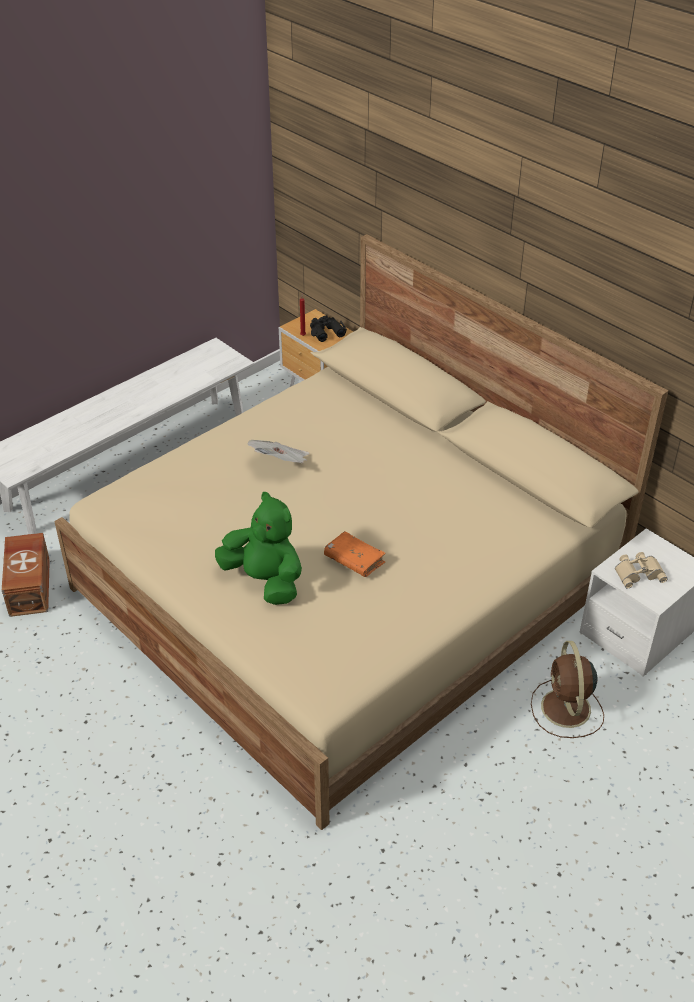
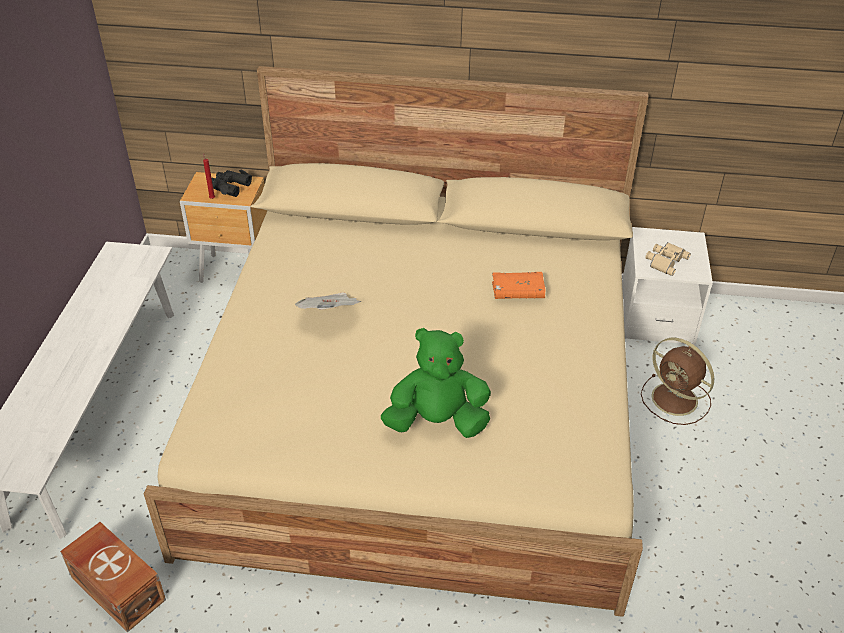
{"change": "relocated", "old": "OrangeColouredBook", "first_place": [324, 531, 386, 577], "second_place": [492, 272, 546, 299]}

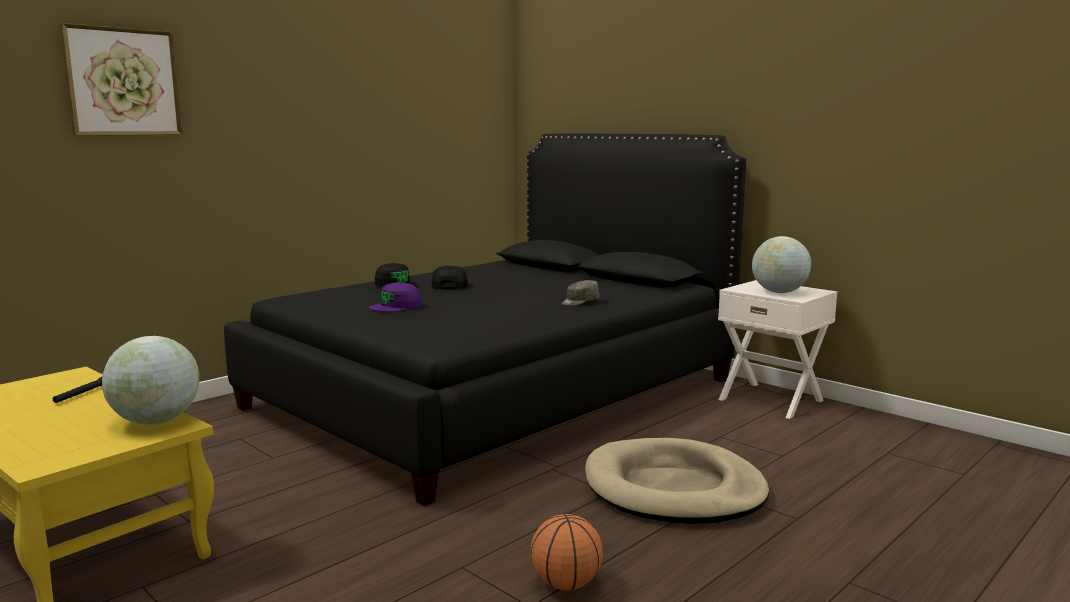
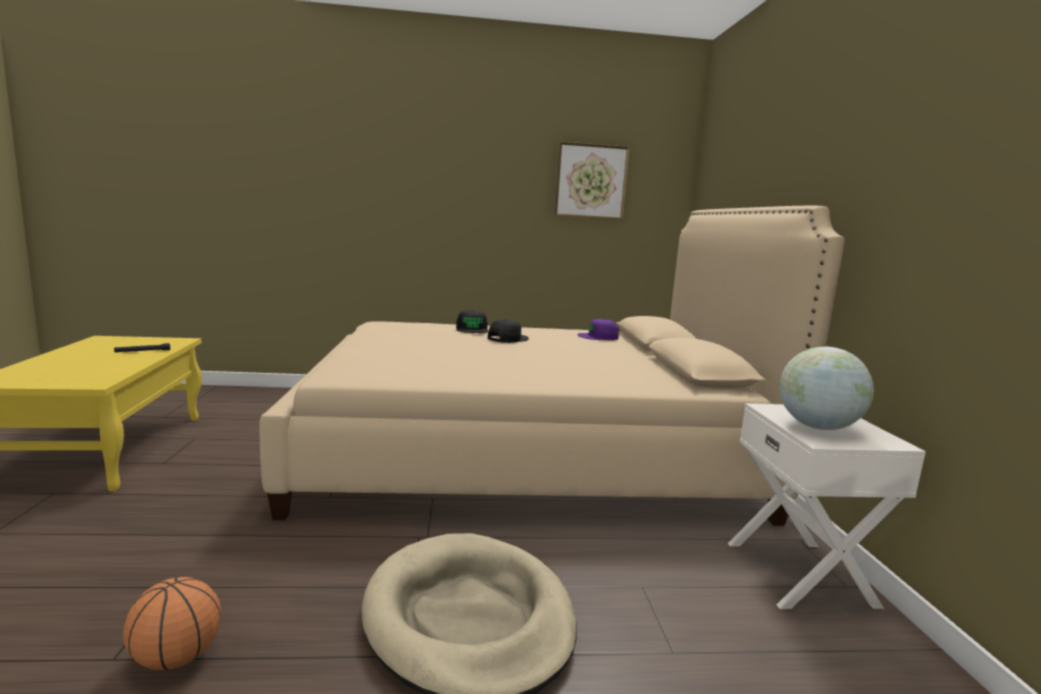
{"change": "relocated", "old": "WallPicture", "first_place": [60, 23, 182, 136], "second_place": [554, 142, 630, 220]}
{"change": "missing", "old": "DeskGlobe", "first_place": [102, 336, 199, 425]}
{"change": "colour", "old": "BlackishBedroomBed", "new": "SandColouredBedroomBed", "first_place": [224, 133, 746, 506], "second_place": [259, 206, 845, 526]}
{"change": "relocated", "old": "PurplishBaseballCap", "first_place": [369, 283, 421, 312], "second_place": [577, 319, 619, 340]}
{"change": "missing", "old": "GreyBaseballCap", "first_place": [561, 280, 599, 306]}

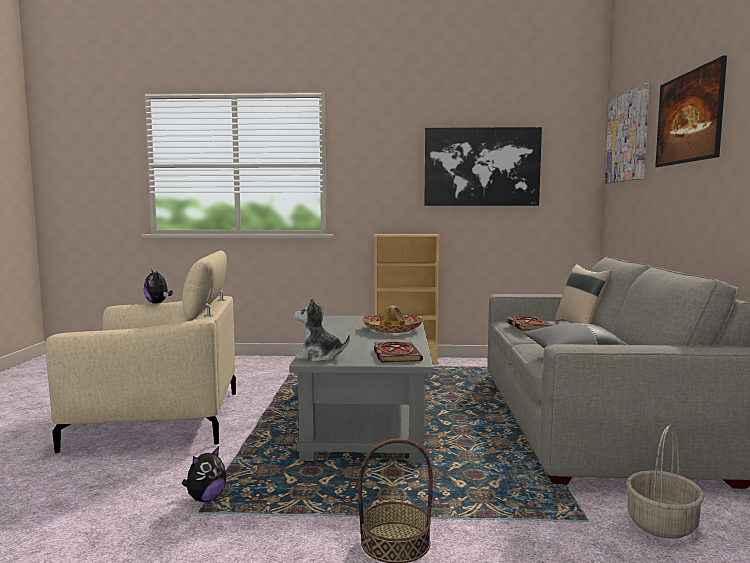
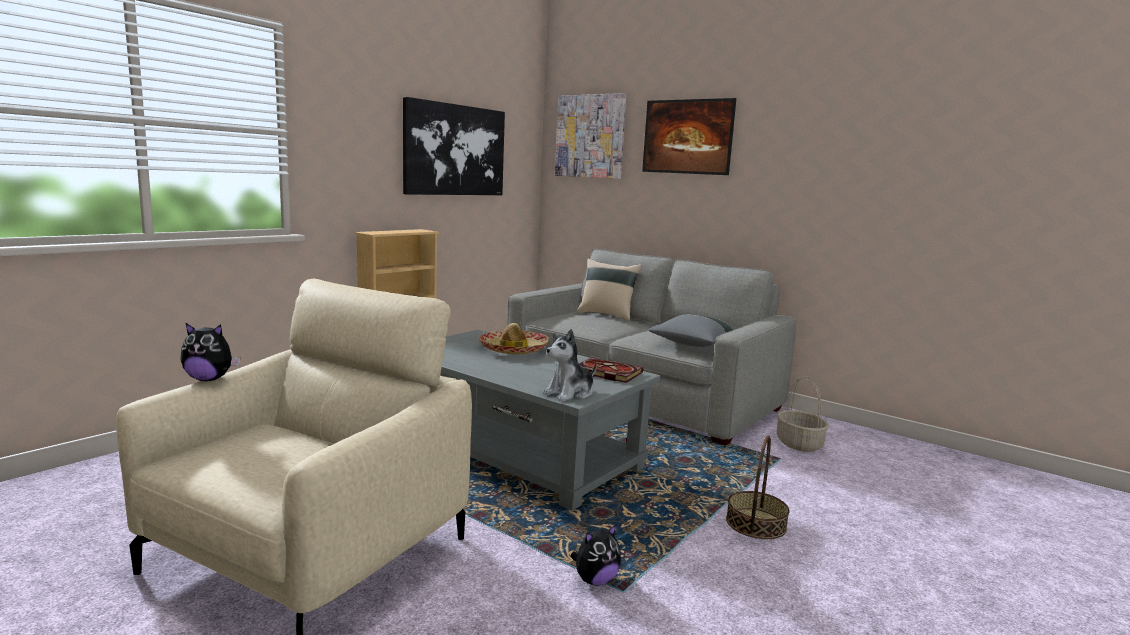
{"change": "spun", "old": "PlushToy", "first_place": [182, 446, 226, 502], "second_place": [570, 524, 621, 585], "degrees": 75}
{"change": "missing", "old": "Book", "first_place": [506, 316, 553, 331]}

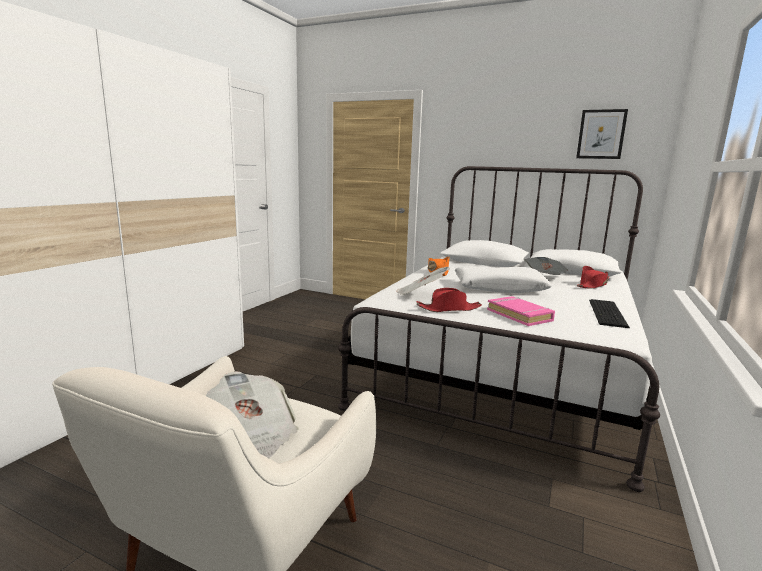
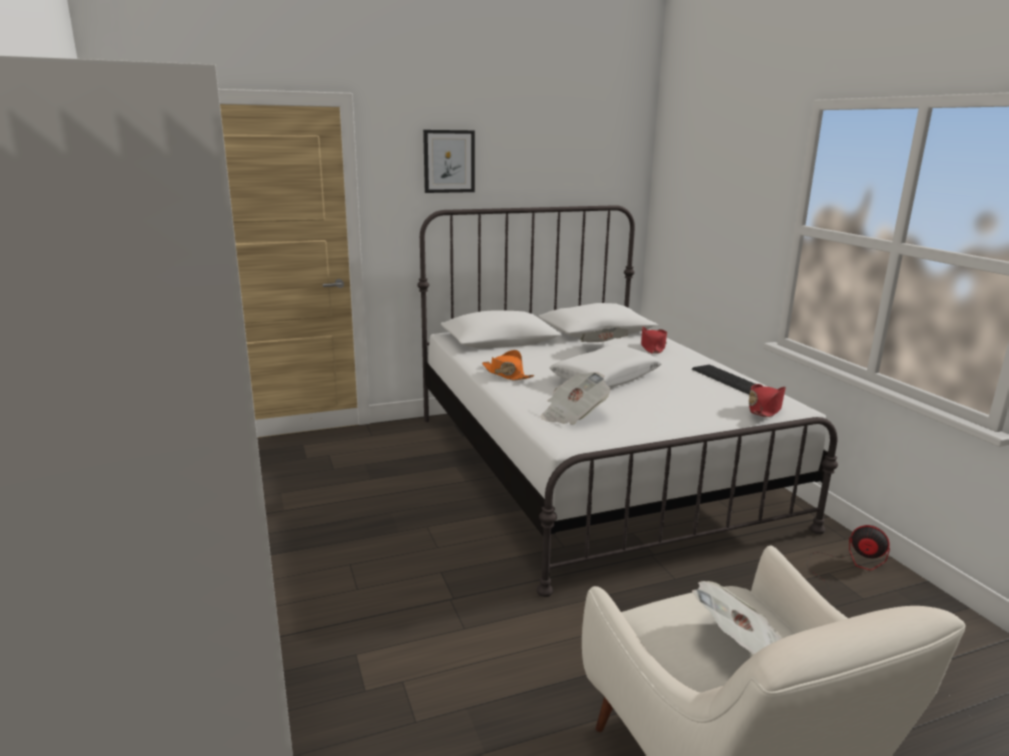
{"change": "relocated", "old": "RedHat", "first_place": [416, 288, 482, 312], "second_place": [749, 384, 786, 417]}
{"change": "missing", "old": "PinkishBook", "first_place": [487, 296, 555, 326]}
{"change": "relocated", "old": "WallPicture", "first_place": [576, 109, 628, 159], "second_place": [423, 130, 475, 193]}
{"change": "appeared", "new": "CoolingFan", "second_place": [806, 525, 890, 596]}

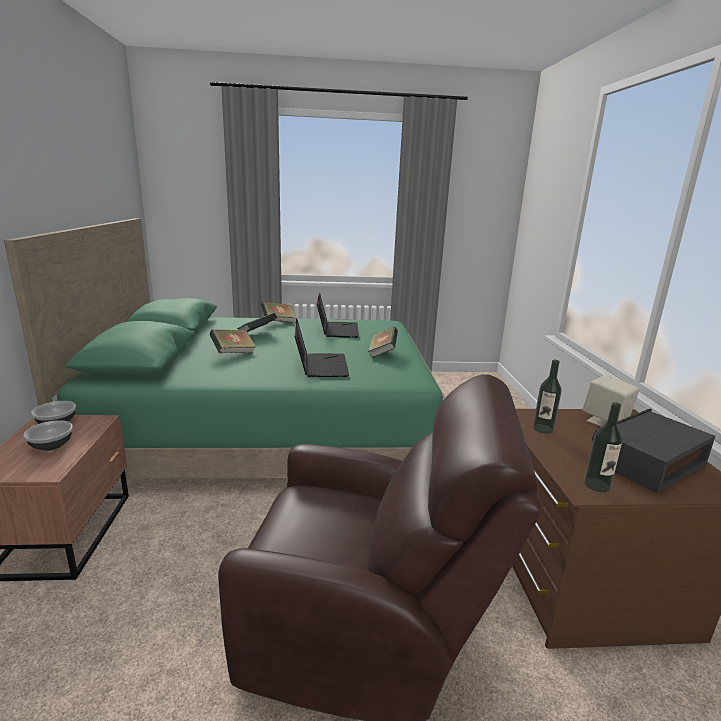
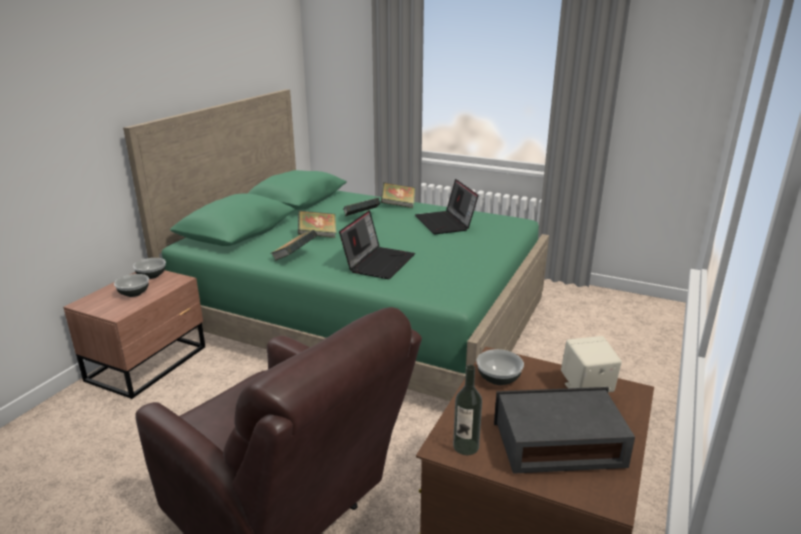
{"change": "spun", "old": "NotebookComputer", "first_place": [317, 293, 359, 338], "second_place": [415, 179, 479, 234], "degrees": 135}
{"change": "relocated", "old": "Book", "first_place": [368, 327, 398, 358], "second_place": [270, 230, 317, 261]}
{"change": "exchanged", "old": "DrinkBottle", "new": "DeepDish", "first_place": [533, 360, 562, 434], "second_place": [476, 349, 524, 385]}

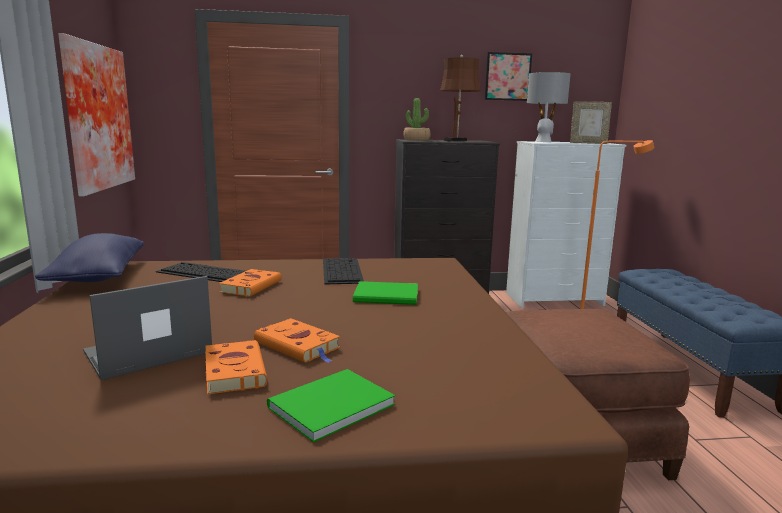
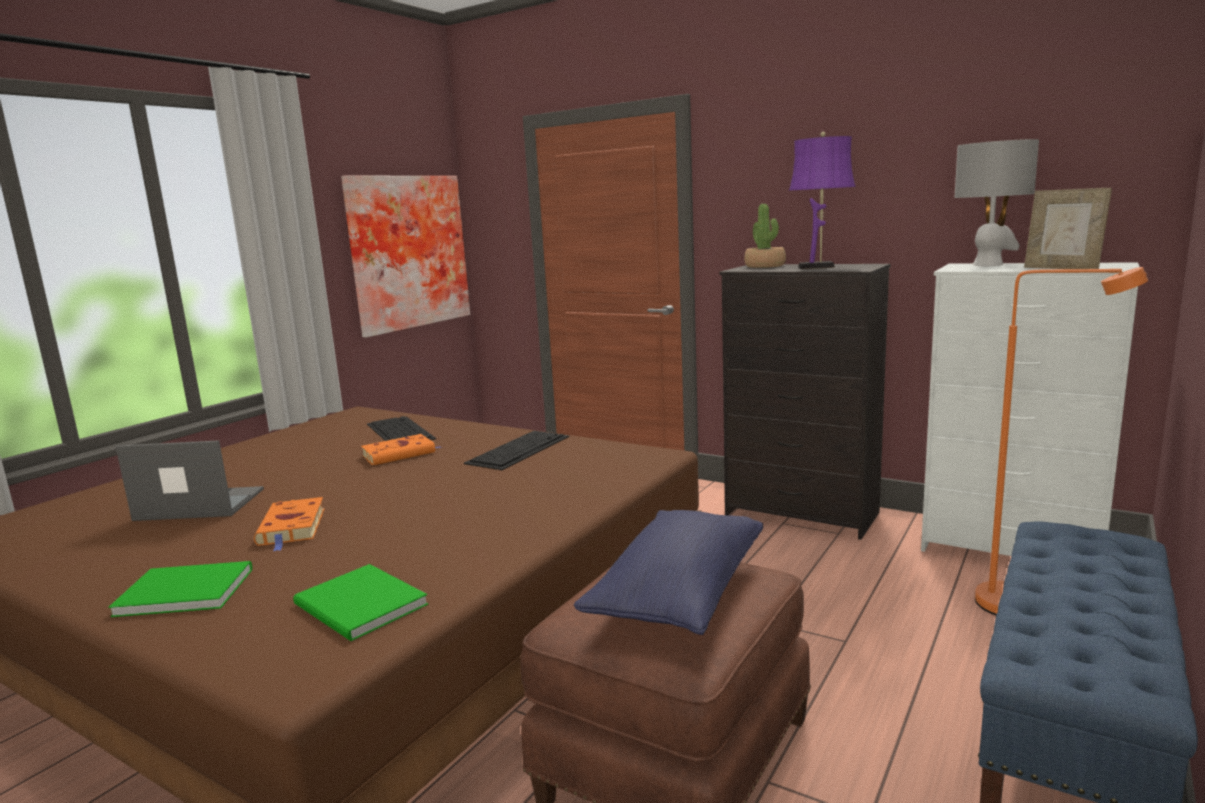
{"change": "relocated", "old": "BluePillow", "first_place": [35, 233, 144, 282], "second_place": [574, 510, 763, 635]}
{"change": "missing", "old": "OrangeColouredBook", "first_place": [205, 340, 268, 395]}
{"change": "relocated", "old": "GreenColouredBook", "first_place": [353, 281, 418, 305], "second_place": [293, 564, 428, 641]}
{"change": "colour", "old": "BrownLampForATable", "new": "PurplishLampForATable", "first_place": [440, 55, 481, 141], "second_place": [789, 132, 856, 269]}
{"change": "missing", "old": "WallPicture", "first_place": [485, 52, 532, 101]}

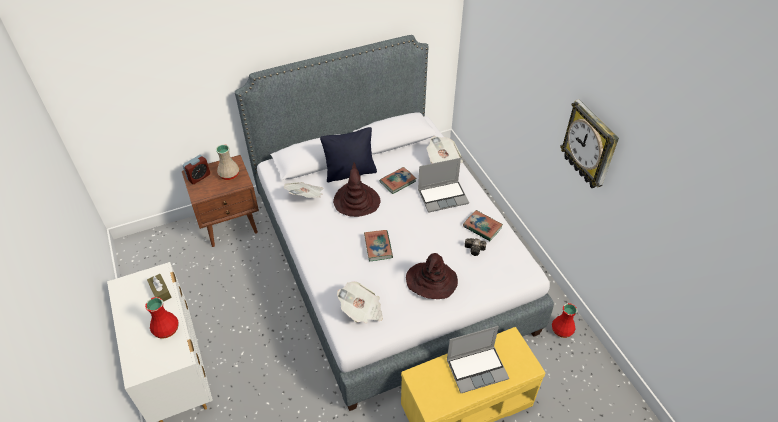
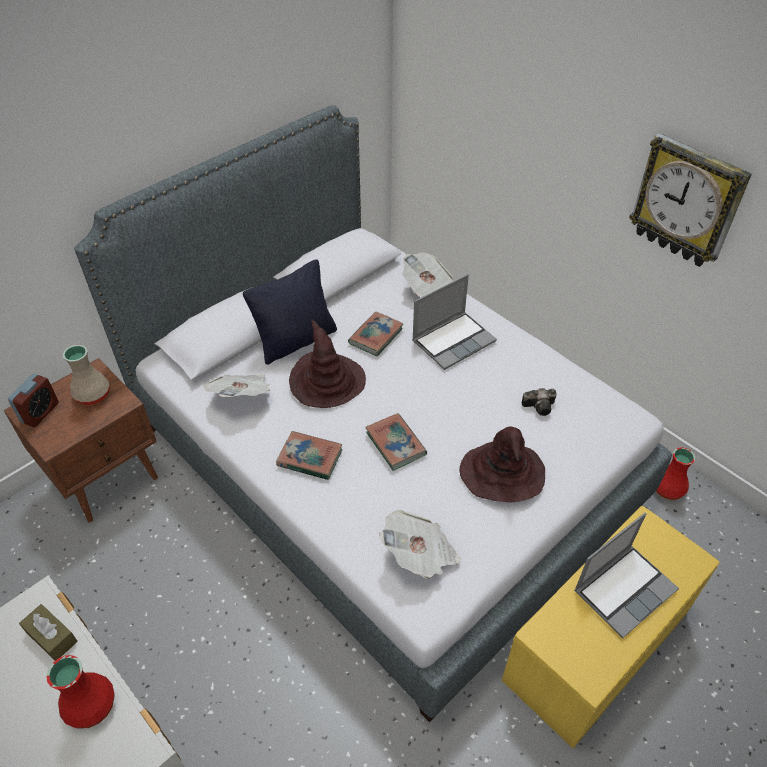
{"change": "relocated", "old": "Book", "first_place": [463, 210, 503, 241], "second_place": [276, 431, 342, 480]}

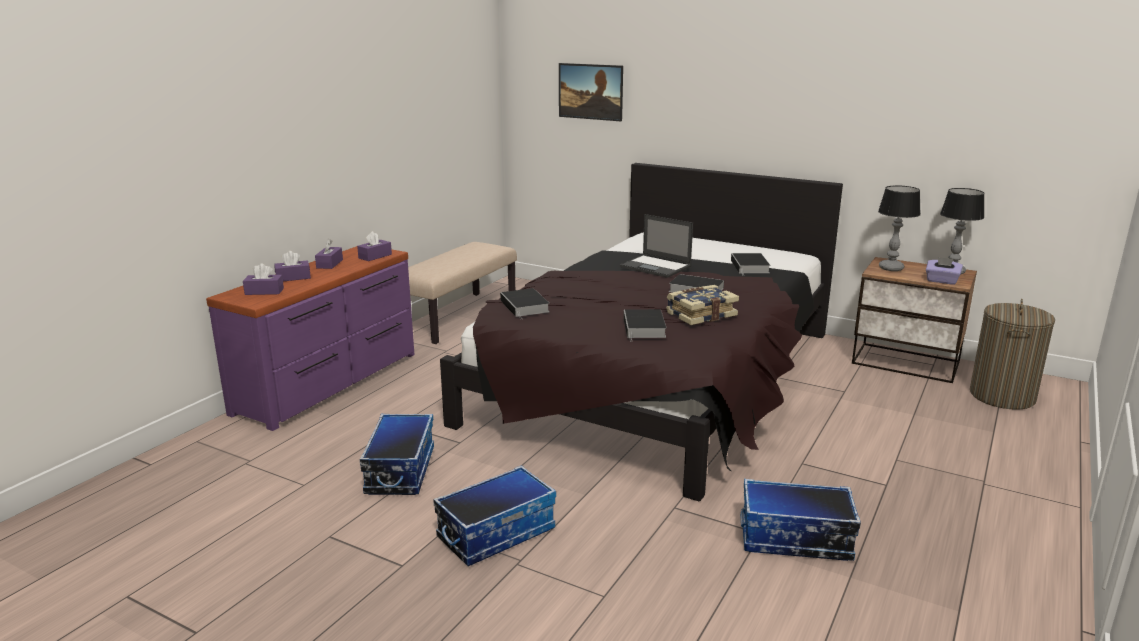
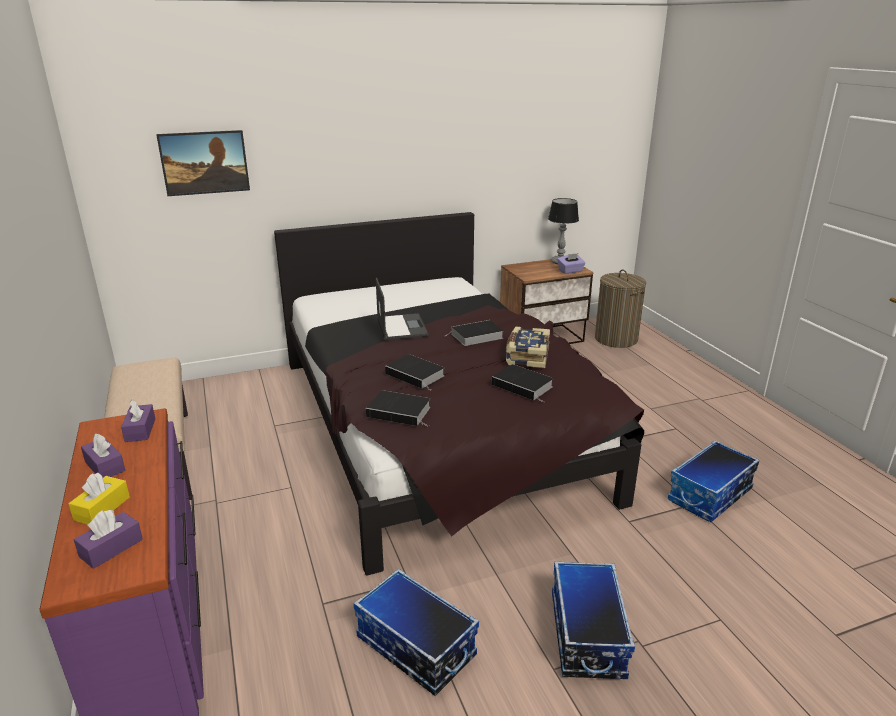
{"change": "colour", "old": "PurplishBoxOfTissues", "new": "YellowColouredBoxOfTissues", "first_place": [274, 251, 311, 281], "second_place": [68, 473, 130, 524]}
{"change": "spun", "old": "NotebookComputer", "first_place": [620, 214, 693, 278], "second_place": [376, 278, 429, 340], "degrees": -90}
{"change": "relocated", "old": "Book", "first_place": [731, 253, 770, 275], "second_place": [385, 354, 444, 391]}
{"change": "missing", "old": "LampForATable", "first_place": [878, 185, 921, 271]}

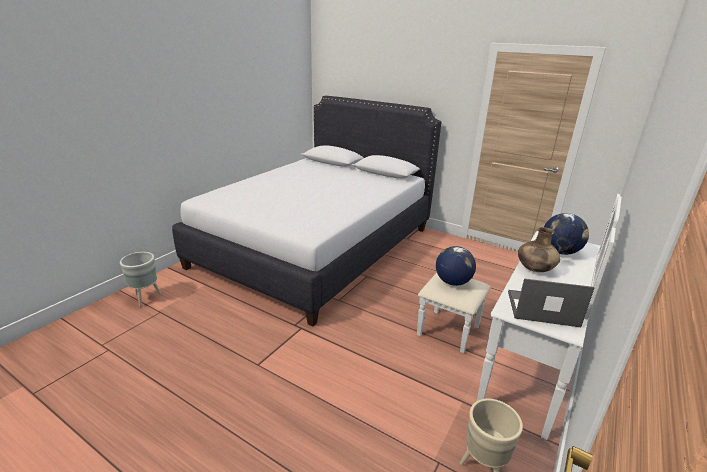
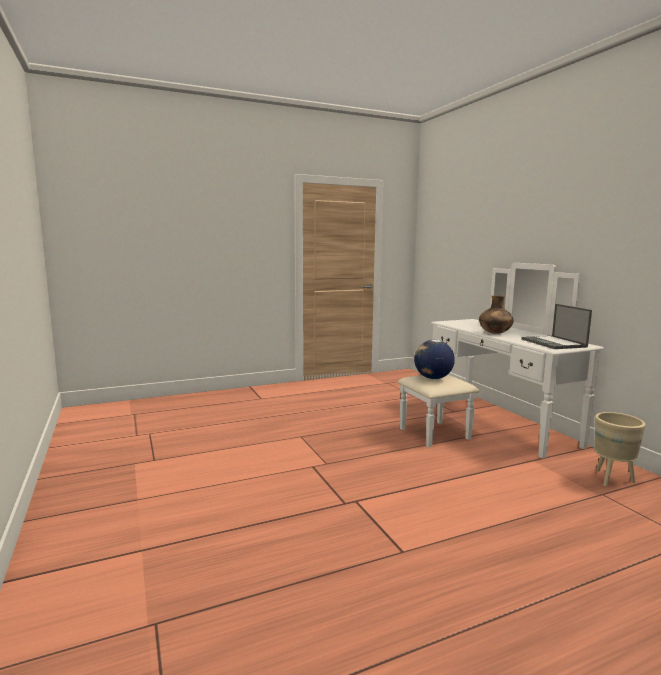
{"change": "missing", "old": "GreyPlantPot", "first_place": [120, 252, 162, 307]}
{"change": "missing", "old": "WhiteBedroomBed", "first_place": [172, 96, 441, 327]}
{"change": "spun", "old": "NotebookComputer", "first_place": [508, 278, 595, 327], "second_place": [521, 304, 592, 349], "degrees": -60}
{"change": "missing", "old": "DeskGlobe", "first_place": [544, 213, 589, 255]}

